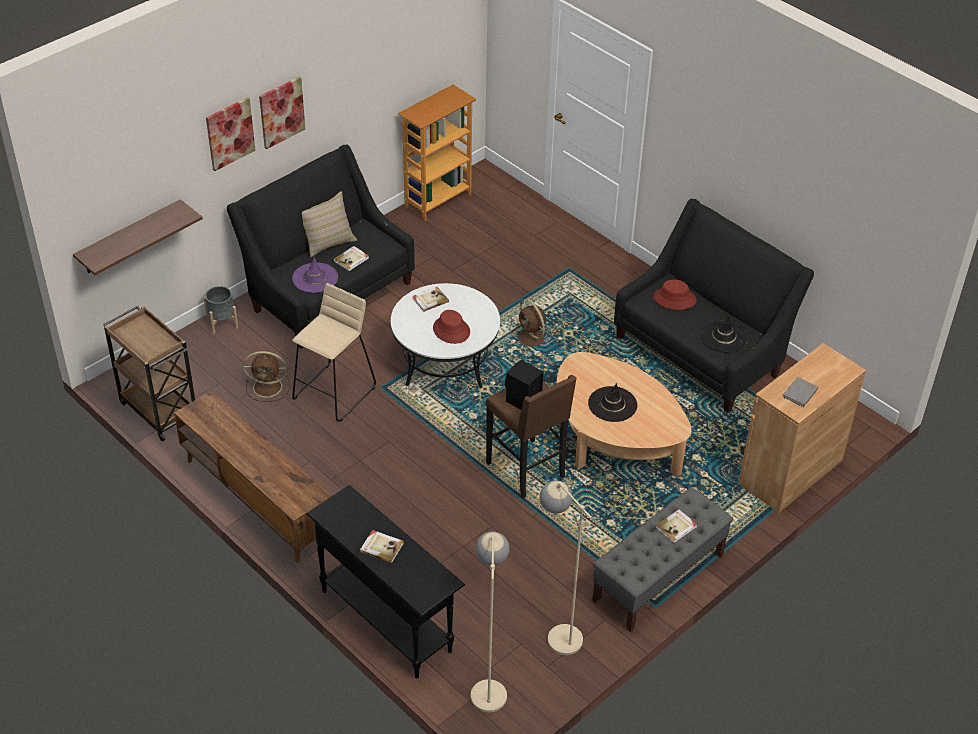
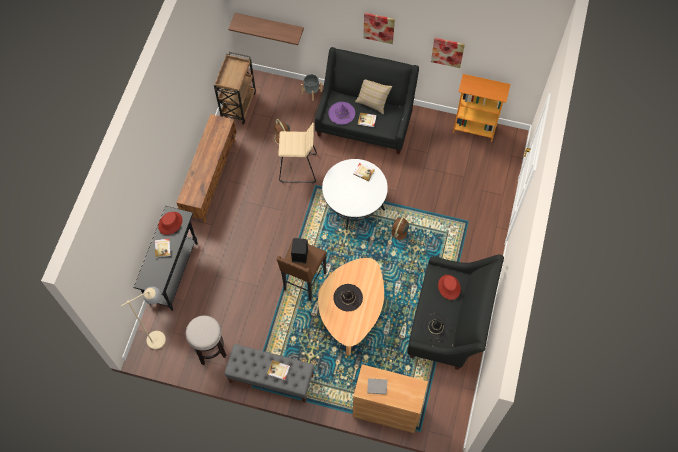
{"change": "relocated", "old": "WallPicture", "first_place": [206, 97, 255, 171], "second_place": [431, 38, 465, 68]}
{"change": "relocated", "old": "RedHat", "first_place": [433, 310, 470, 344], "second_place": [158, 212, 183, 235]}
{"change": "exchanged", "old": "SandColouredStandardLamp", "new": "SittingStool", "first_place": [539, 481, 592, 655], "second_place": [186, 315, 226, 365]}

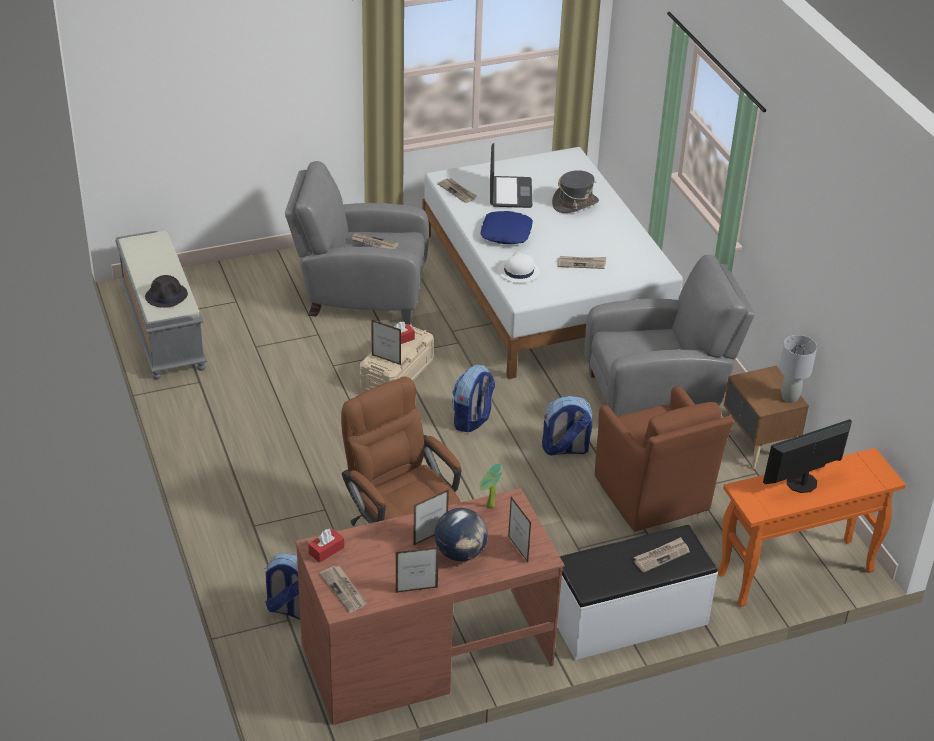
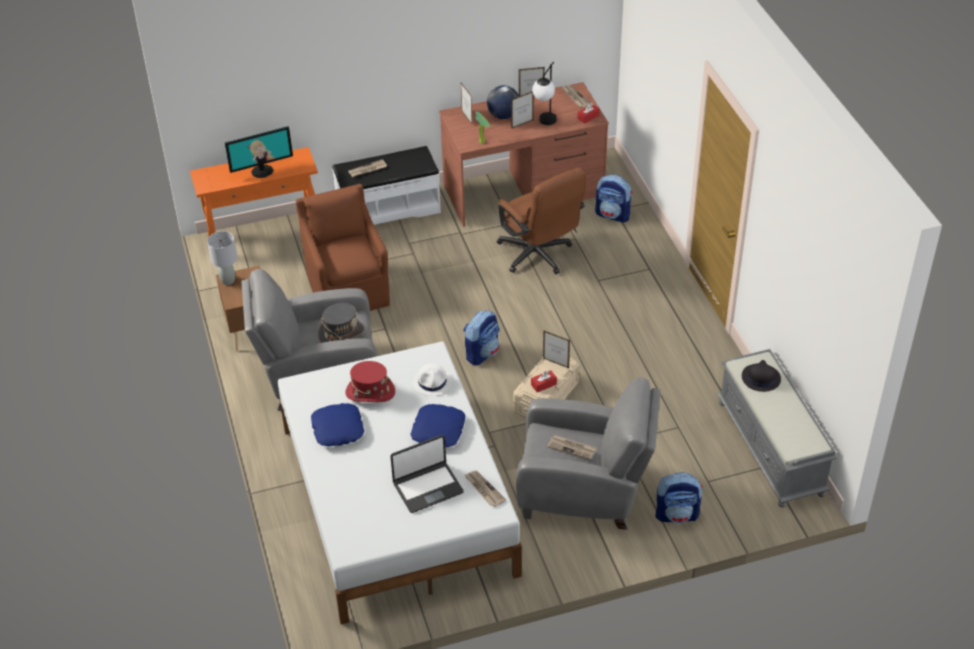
{"change": "spun", "old": "NotebookComputer", "first_place": [490, 143, 532, 208], "second_place": [390, 435, 464, 513], "degrees": -120}
{"change": "relocated", "old": "Knapsack", "first_place": [542, 396, 593, 456], "second_place": [655, 472, 703, 524]}
{"change": "relocated", "old": "GreyHat", "first_place": [552, 170, 599, 213], "second_place": [318, 303, 364, 343]}
{"change": "exchanged", "old": "DailyPaper", "new": "RedHat", "first_place": [558, 256, 606, 269], "second_place": [345, 361, 395, 402]}
{"change": "appeared", "new": "BluePillow", "second_place": [311, 403, 364, 446]}
{"change": "appeared", "new": "LampForATable", "second_place": [532, 62, 557, 125]}

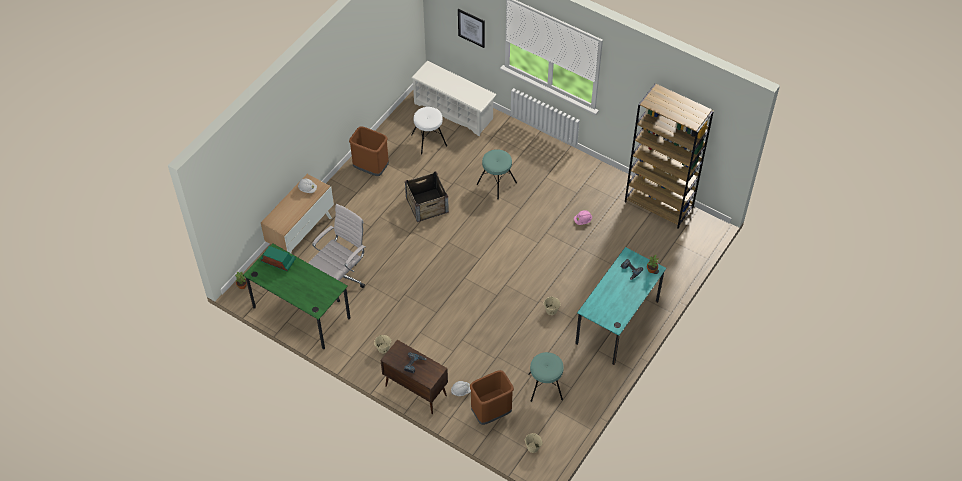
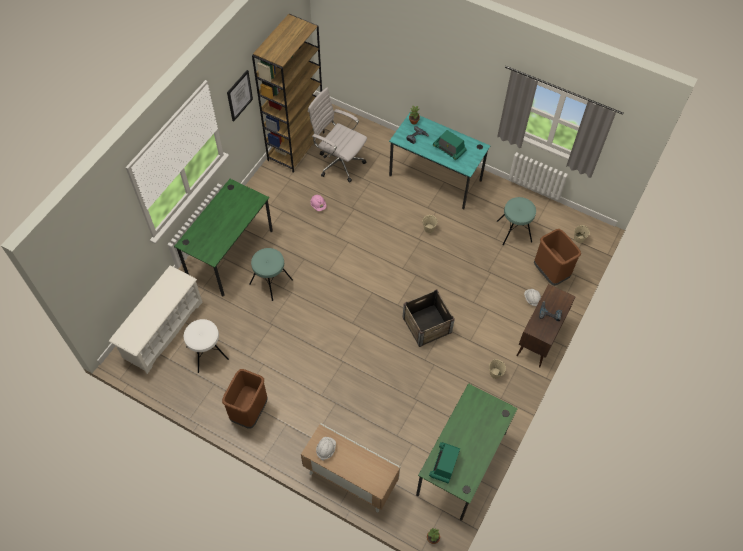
{"change": "relocated", "old": "WhiteDeskChair", "first_place": [309, 204, 365, 302], "second_place": [308, 87, 367, 182]}
{"change": "relocated", "old": "PackingCrate", "first_place": [405, 172, 449, 222], "second_place": [402, 289, 455, 347]}
{"change": "relocated", "old": "WallPicture", "first_place": [458, 9, 485, 48], "second_place": [227, 70, 253, 122]}
{"change": "appeared", "new": "GreenColouredDeskTable", "second_place": [174, 179, 273, 296]}
{"change": "appeared", "new": "RadioSet", "second_place": [433, 130, 467, 160]}

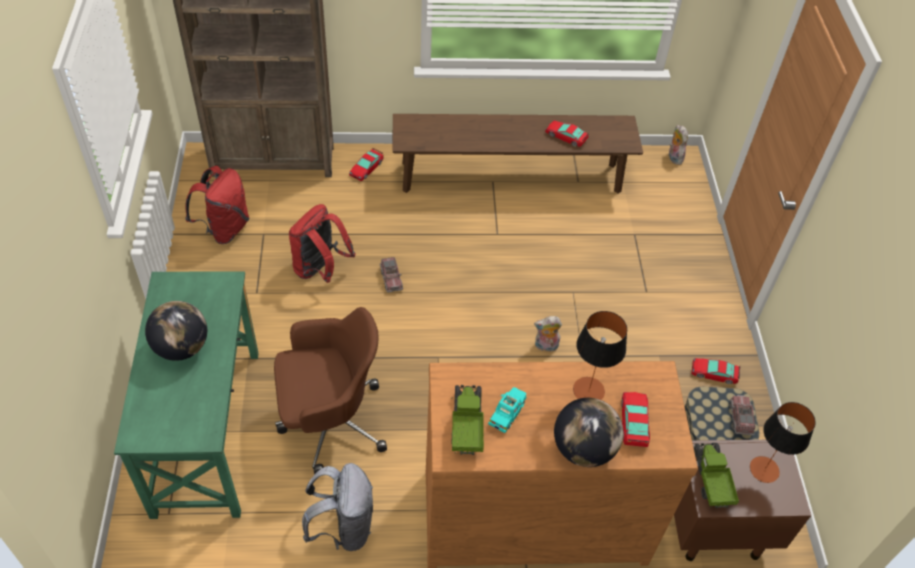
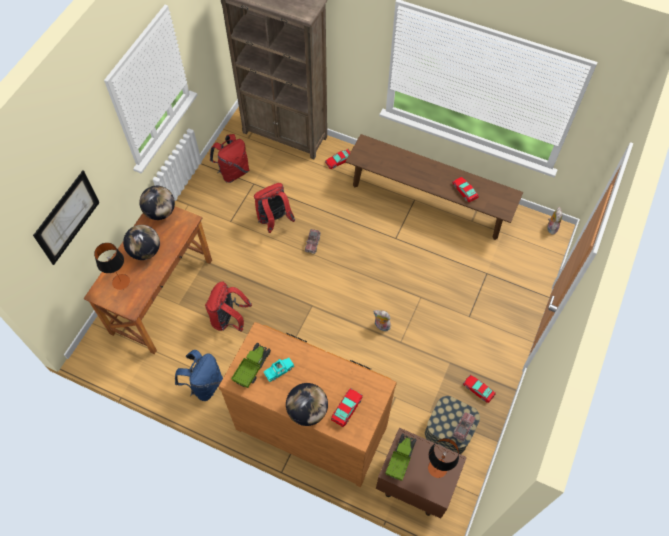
{"change": "colour", "old": "GreenColouredDeskTable", "new": "BrownDeskTable", "first_place": [114, 272, 258, 519], "second_place": [83, 206, 212, 354]}
{"change": "exchanged", "old": "BrownDeskChair", "new": "RedKnapsack", "first_place": [274, 307, 387, 475], "second_place": [205, 281, 252, 332]}
{"change": "colour", "old": "GreyKnapsack", "new": "BlueKnapsack", "first_place": [302, 463, 373, 551], "second_place": [175, 350, 223, 401]}
{"change": "relocated", "old": "LampForATable", "first_place": [573, 311, 627, 400], "second_place": [94, 243, 130, 290]}
{"change": "appeared", "new": "WallPicture", "second_place": [33, 171, 100, 265]}
{"change": "appeared", "new": "DeskGlobe", "second_place": [139, 186, 175, 220]}

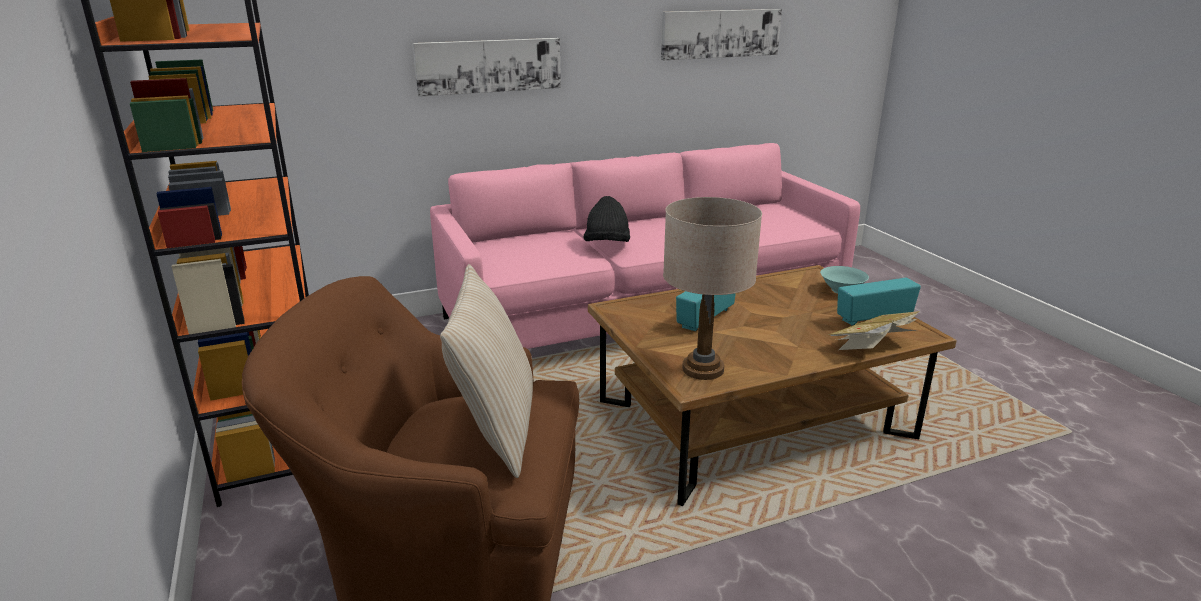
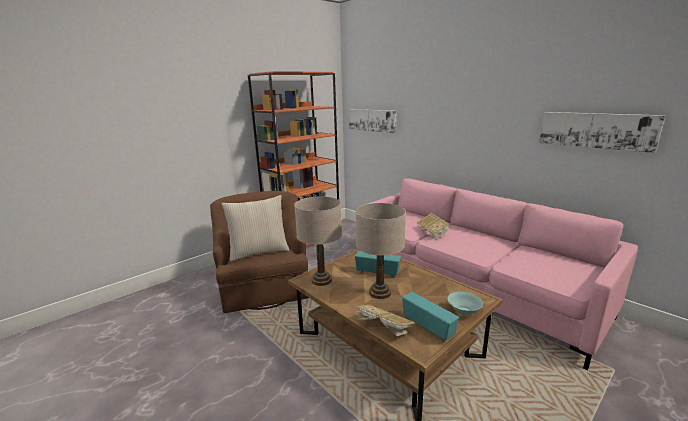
{"change": "relocated", "old": "WallPicture", "first_place": [412, 38, 561, 97], "second_place": [349, 109, 396, 133]}
{"change": "exchanged", "old": "BlackishHat", "new": "Book", "first_place": [584, 196, 630, 242], "second_place": [417, 213, 450, 239]}
{"change": "appeared", "new": "SandColouredLampForATable", "second_place": [356, 203, 406, 299]}

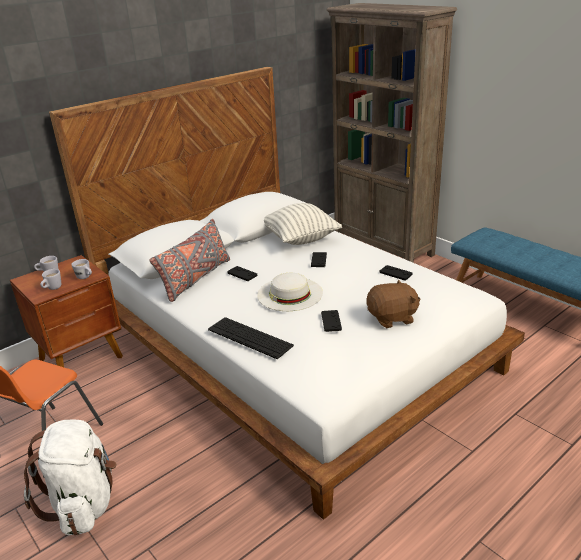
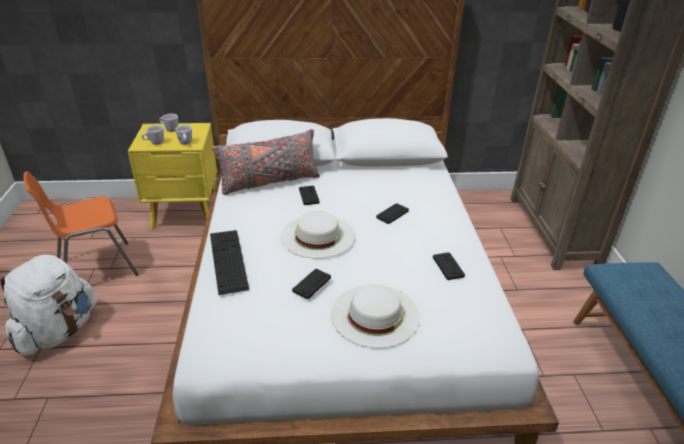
{"change": "colour", "old": "BrownBedsideTable", "new": "YellowColouredBedsideTable", "first_place": [10, 255, 123, 367], "second_place": [128, 123, 217, 229]}
{"change": "missing", "old": "Pillow", "first_place": [264, 203, 342, 245]}
{"change": "exchanged", "old": "BrownPlushToy", "new": "WhiteHat", "first_place": [366, 279, 420, 328], "second_place": [331, 285, 420, 348]}

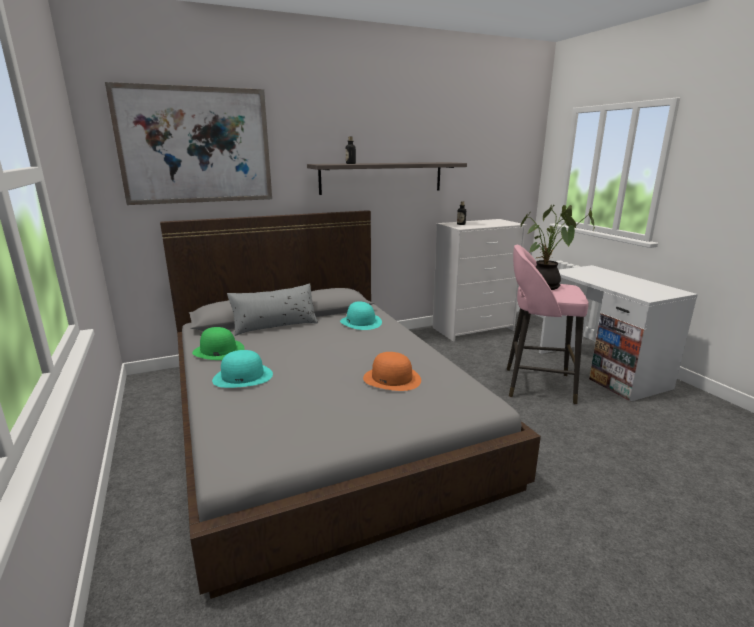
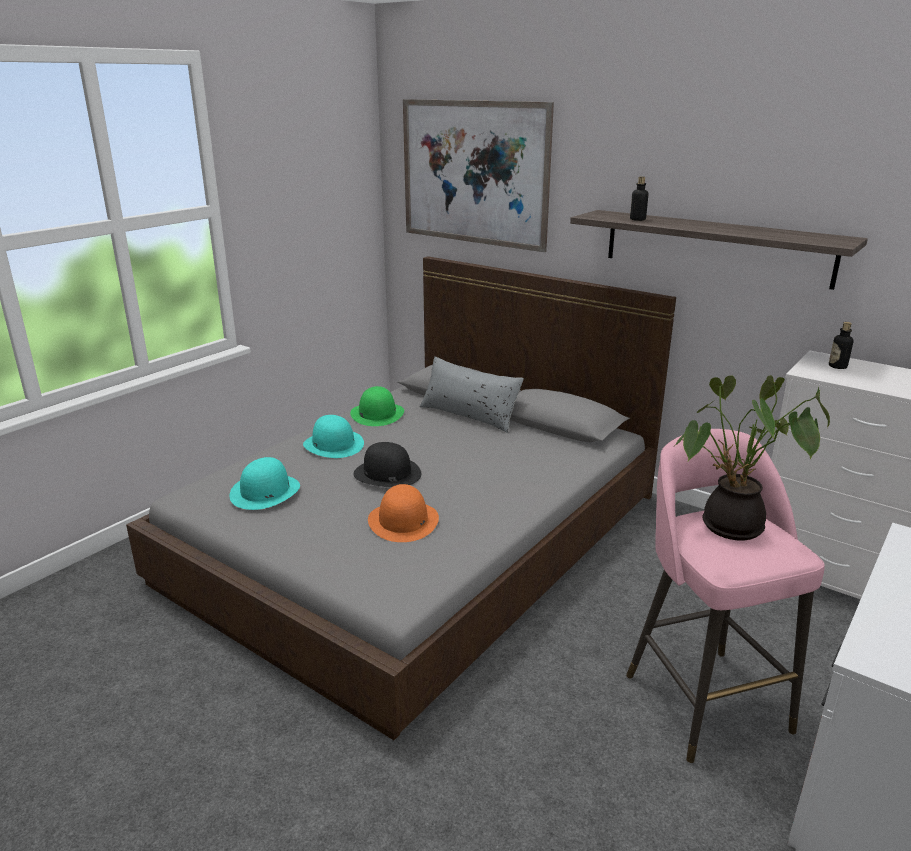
{"change": "relocated", "old": "TurquoiseHat", "first_place": [340, 301, 382, 330], "second_place": [229, 457, 300, 510]}
{"change": "appeared", "new": "BlackishHat", "second_place": [354, 442, 421, 487]}

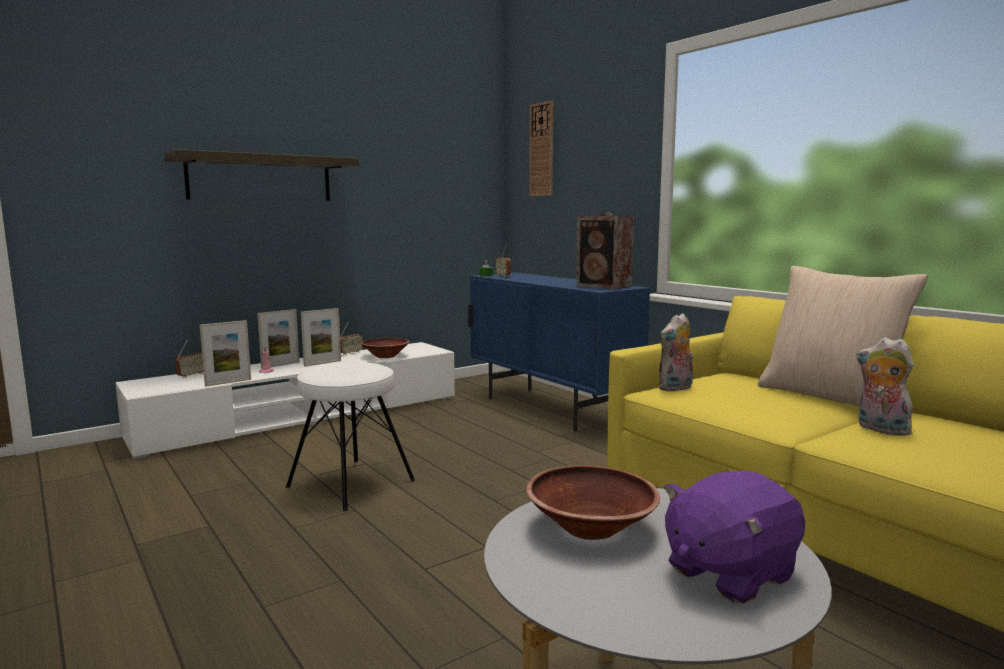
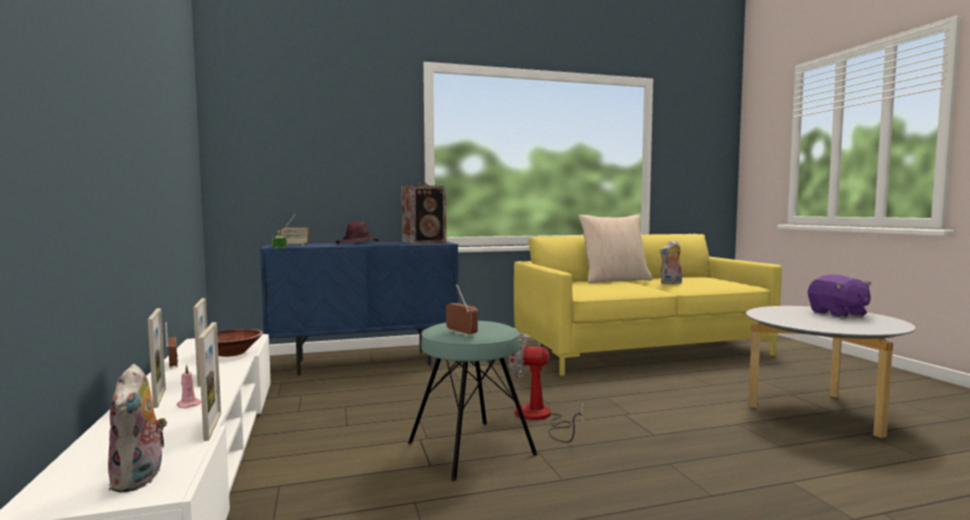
{"change": "missing", "old": "Shelf", "first_place": [164, 149, 360, 201]}
{"change": "relocated", "old": "RadioSet", "first_place": [176, 339, 204, 378], "second_place": [446, 284, 478, 337]}
{"change": "colour", "old": "WhiteSittingStool", "new": "TurquoiseSittingStool", "first_place": [286, 362, 415, 511], "second_place": [408, 321, 538, 481]}
{"change": "missing", "old": "BrownDeepDish", "first_place": [526, 465, 660, 540]}
{"change": "missing", "old": "ClockOnTheWall", "first_place": [529, 101, 553, 196]}
{"change": "relocated", "old": "PlushToy", "first_place": [659, 313, 694, 392], "second_place": [108, 364, 167, 493]}
{"change": "appeared", "new": "PurplishHat", "second_place": [336, 221, 378, 244]}
{"change": "appeared", "new": "CoolingFan", "second_place": [509, 333, 583, 443]}

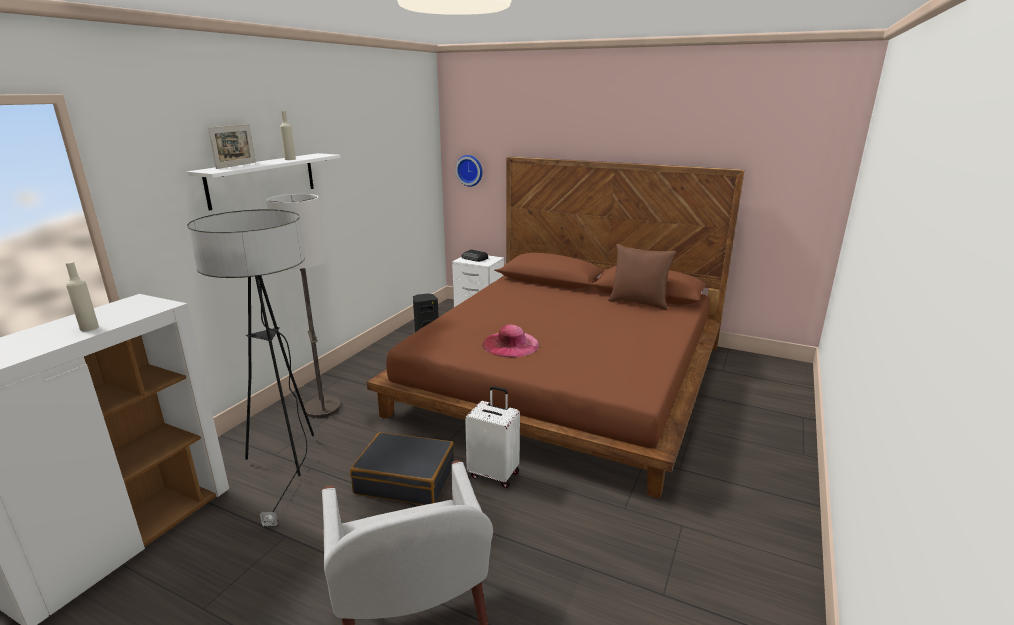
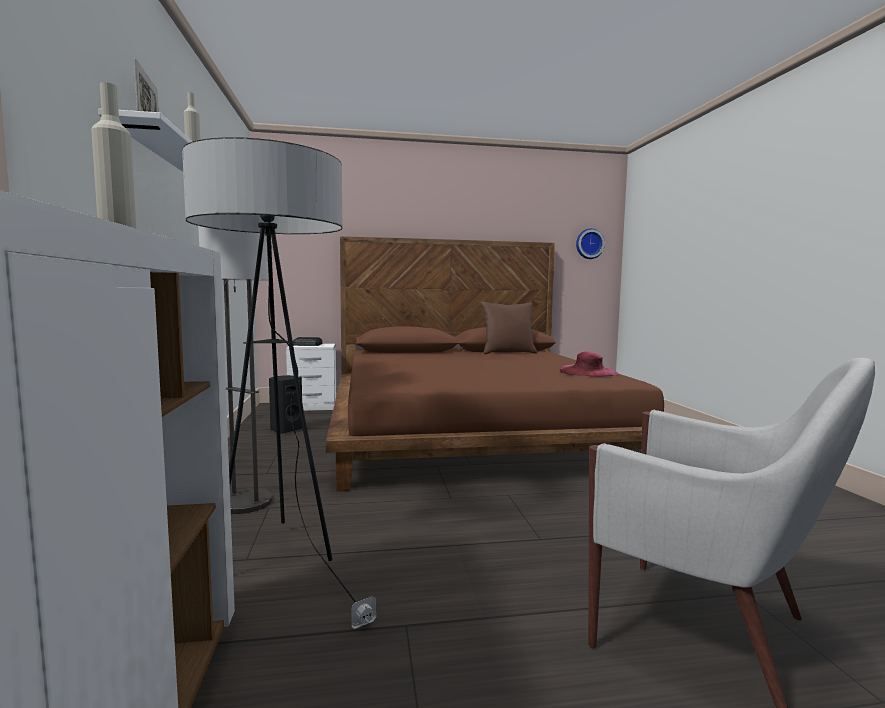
{"change": "missing", "old": "BlackishTravelCase", "first_place": [350, 432, 454, 505]}
{"change": "relocated", "old": "ClockOnTheWall", "first_place": [455, 155, 483, 187], "second_place": [576, 228, 605, 259]}
{"change": "missing", "old": "WhiteTravelCase", "first_place": [465, 386, 520, 488]}
{"change": "relocated", "old": "PinkishHat", "first_place": [482, 325, 539, 357], "second_place": [560, 351, 618, 377]}

